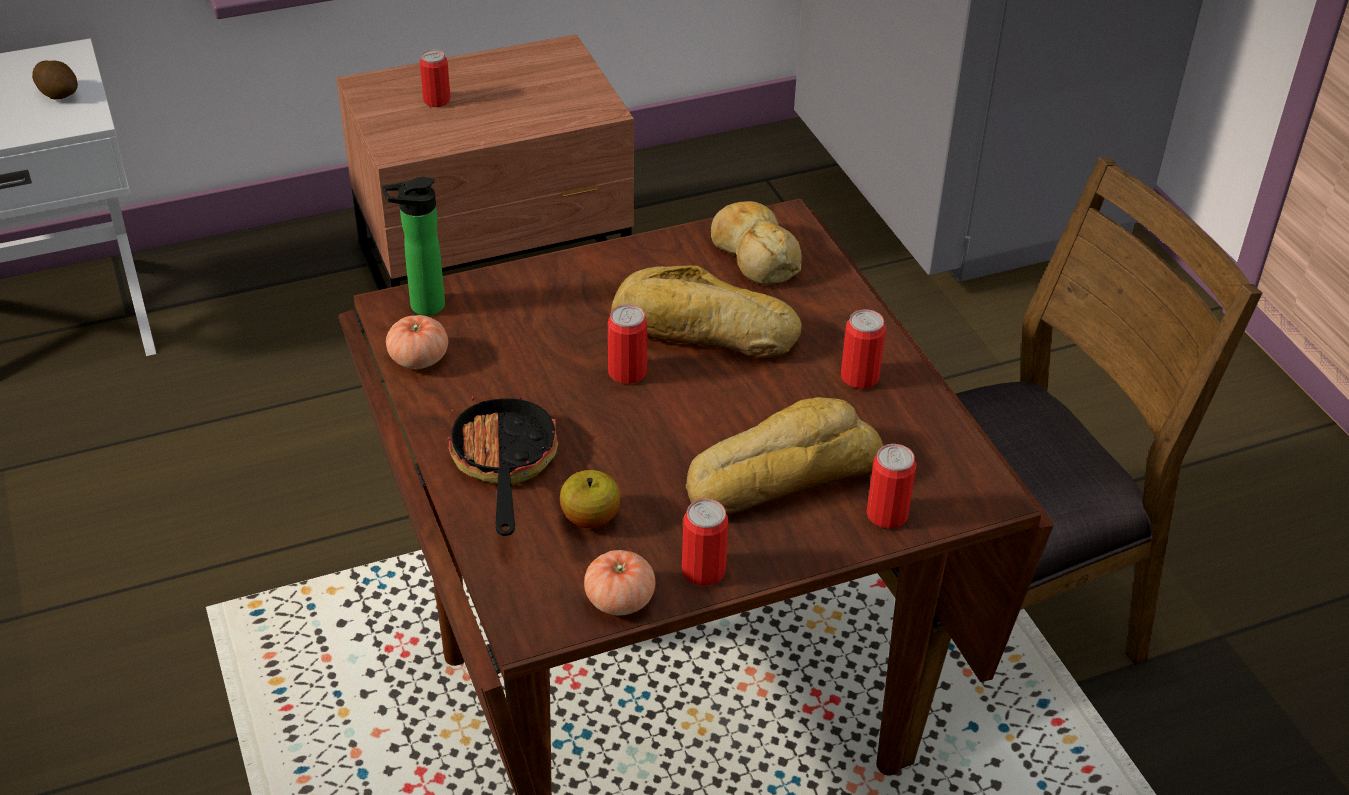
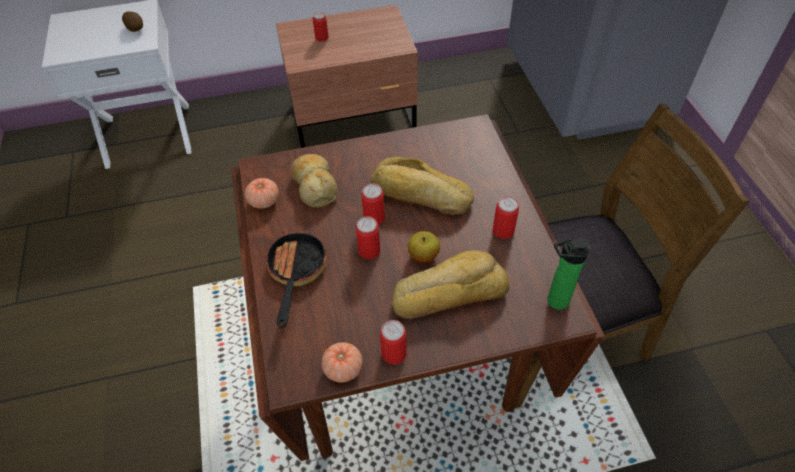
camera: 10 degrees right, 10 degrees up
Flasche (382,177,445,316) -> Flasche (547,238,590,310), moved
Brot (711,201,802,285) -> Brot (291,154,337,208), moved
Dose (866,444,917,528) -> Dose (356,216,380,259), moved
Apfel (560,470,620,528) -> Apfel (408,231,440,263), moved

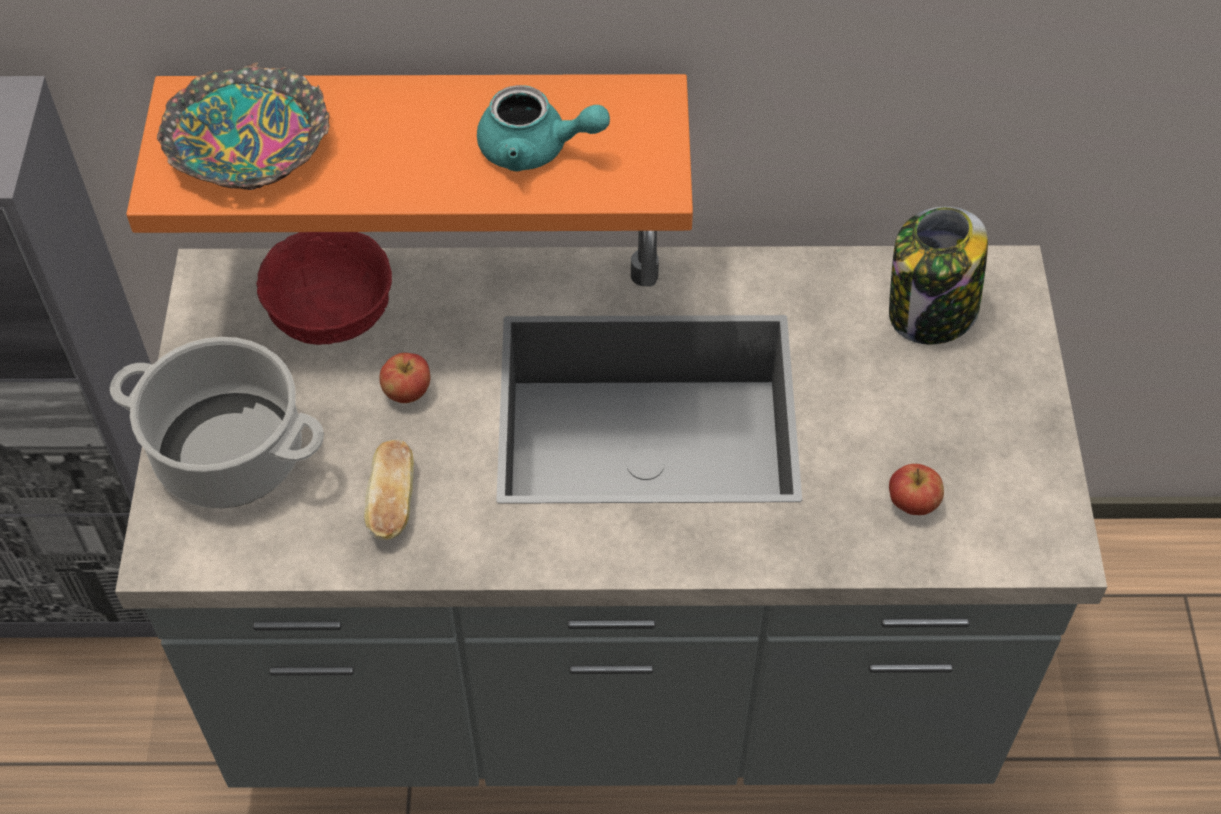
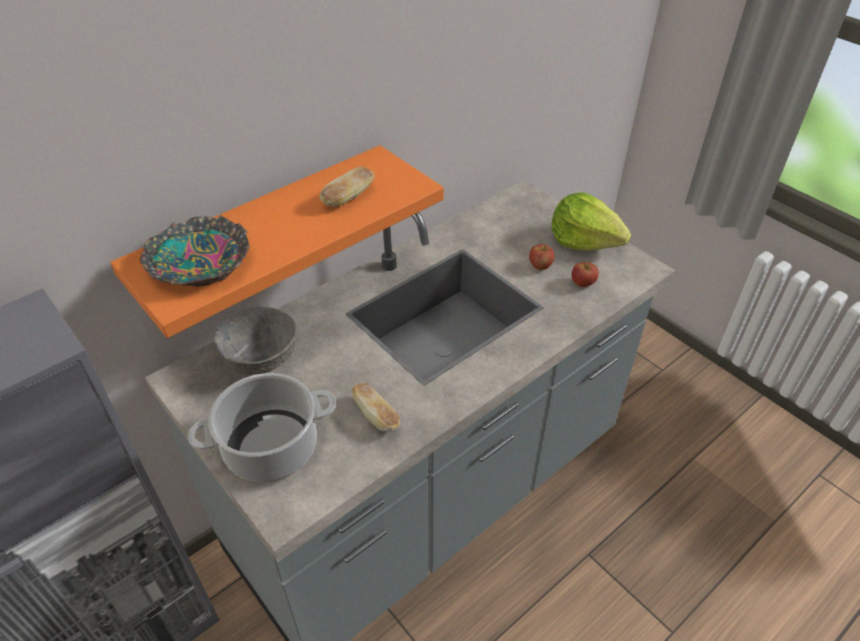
camera: 40 degrees left, 10 degrees down
Teekanne/türkis (477,85,610,171) -> Brot (319,166,374,207)
Vorratsglas (889,206,988,345) -> none
Schüssel/rot (256,232,392,345) -> Schüssel/grau (214,306,297,375)
Apfel (380,353,431,403) -> Apfel (529,244,555,270), moved
none -> Salatkopf (552,192,631,251)

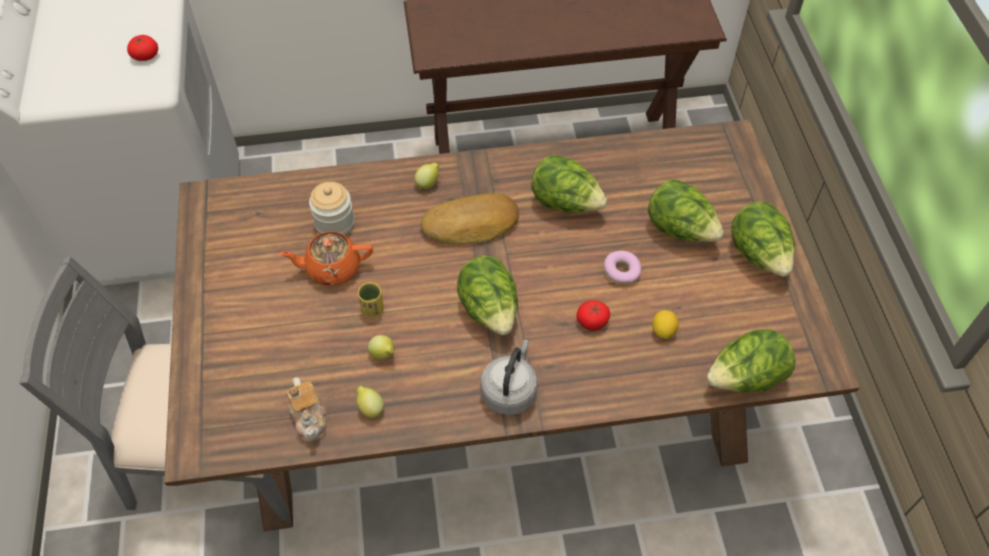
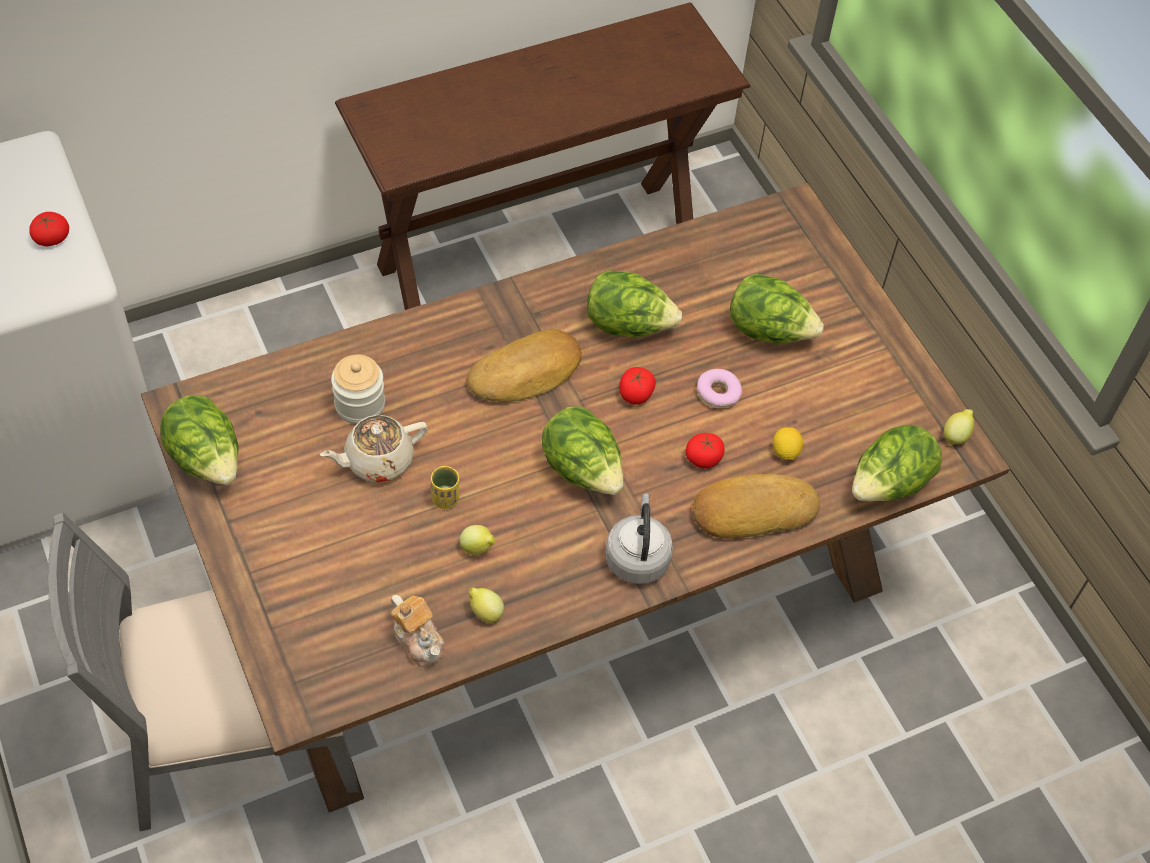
camera: 20 degrees left, 0 degrees up
Zitrone (414,163,439,189) -> Zitrone (943,409,974,446), moved
Salatkopf (732,201,795,277) -> Salatkopf (160,395,239,485), moved
Teekanne/orange (280,231,373,285) -> Teekanne/beige (320,415,428,482)
none -> Tomate (619,367,656,405)
none -> Brot (693,474,820,539)

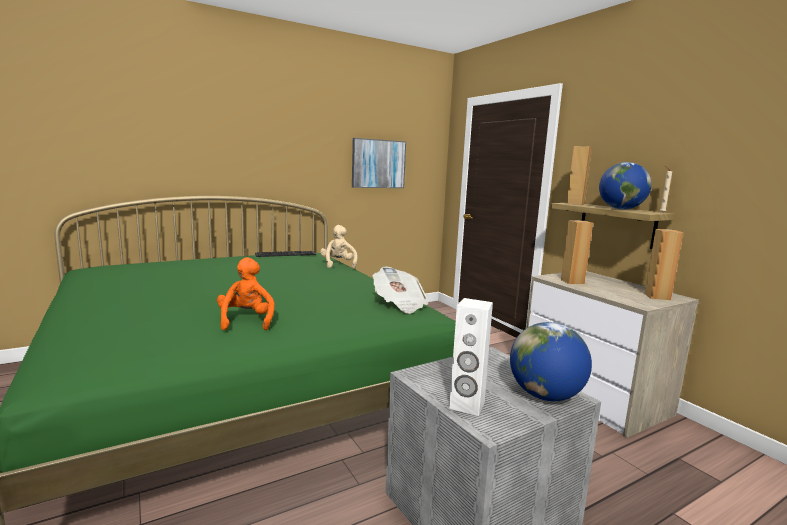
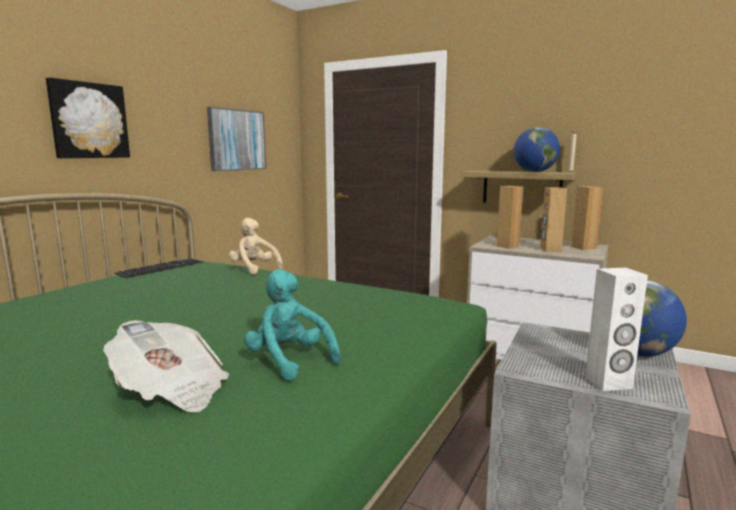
camera: 30 degrees left, 0 degrees up
Lautsprecher/braun (567,146,592,205) -> Lautsprecher/braun (540,187,567,252), moved
Plüschtier/orange (217,257,274,330) -> Plüschtier/türkis (244,269,341,381)
Zeitung (372,267,428,314) -> Zeitung (103,320,229,413), moved
none -> Bild (46,78,130,158)

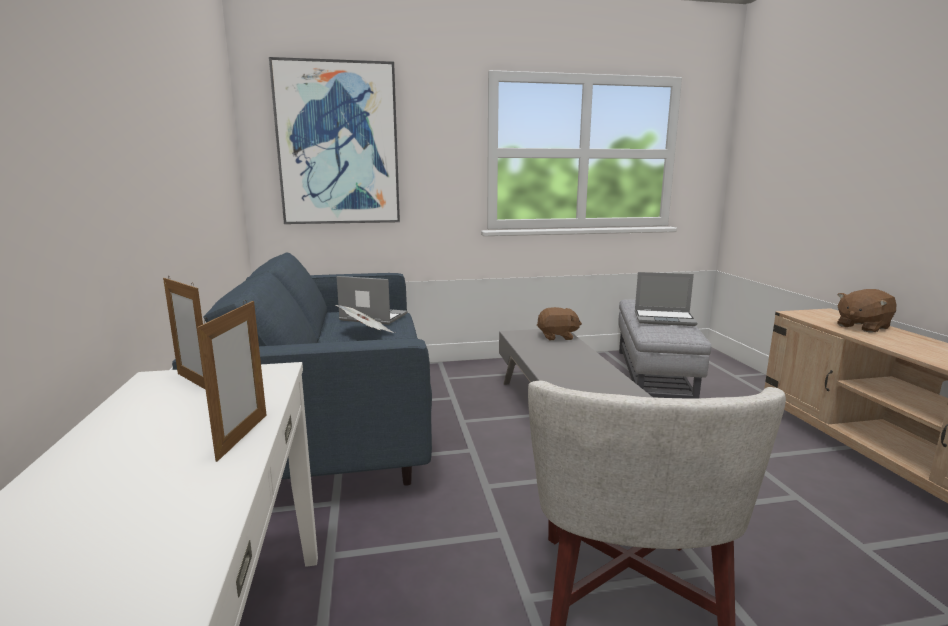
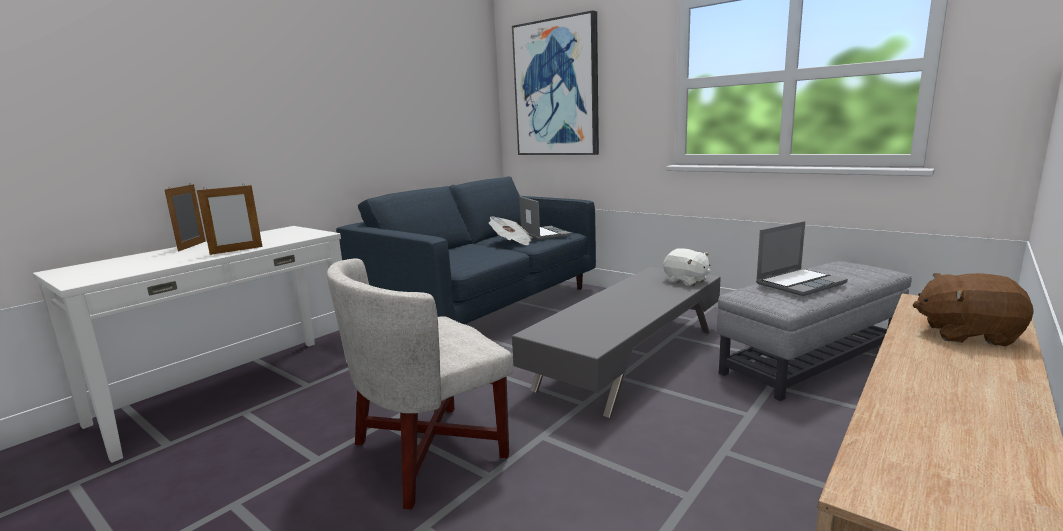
camera: 50 degrees right, 0 degrees up
Laptop (635,272,697,326) -> Laptop (756,221,848,296), 90 degrees counterclockwise
Bilderrahmen (163,276,206,390) -> Bilderrahmen (165,184,206,252), moved
Plüschtier/braun (537,307,582,340) -> Plüschtier/weiß (663,249,711,286)

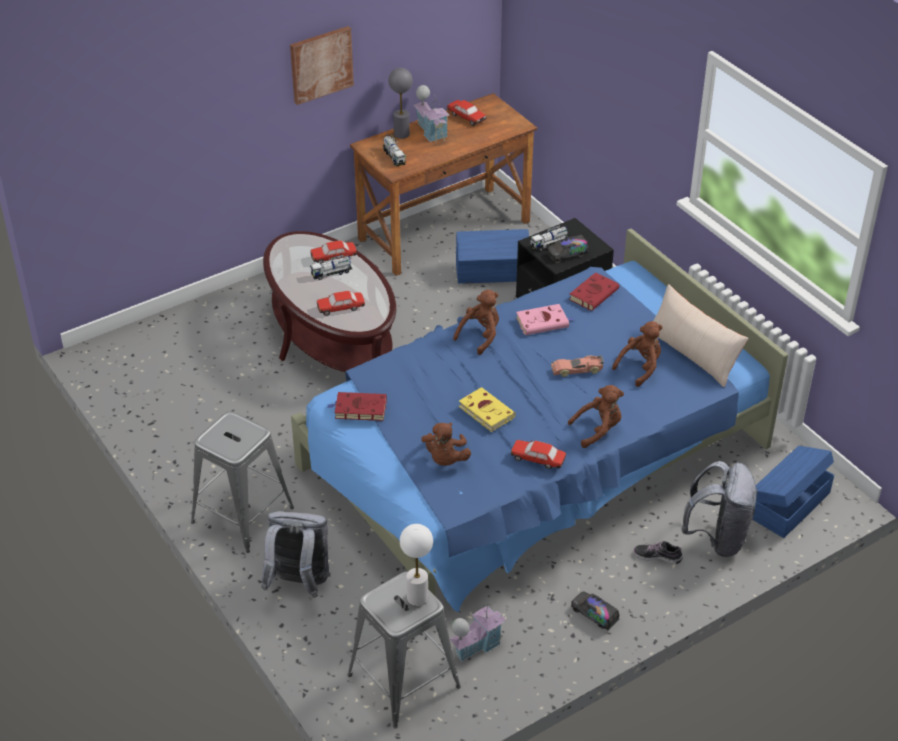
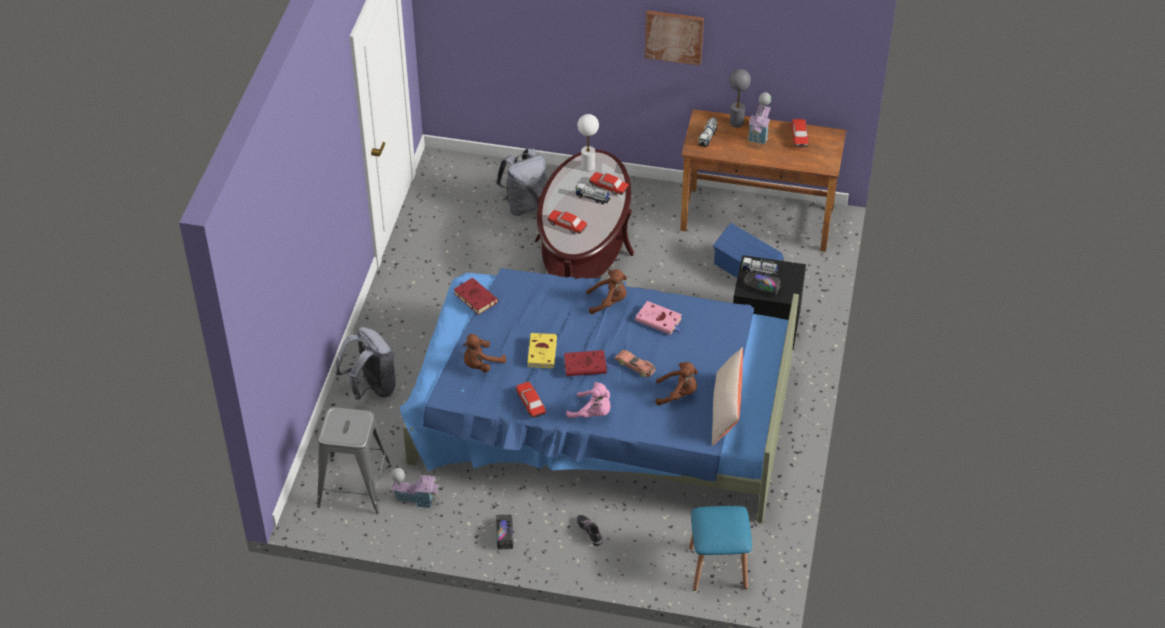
camera: 45 degrees right, 5 degrees up
Buch/rot (569,272,619,311) -> Buch/rot (564,350,614,376), moved
Plüschtier/braun (568,385,624,448) -> Plüschtier/rosa (566,382,610,418)
Hocker/grau (191,411,294,553) -> none
Aufbewahrungsbox/blau (753,446,834,538) -> Hocker/blau (689,506,752,591)
Rucksack/grau (681,461,758,557) -> Rucksack/grau (496,149,547,216), moved
Tischlampe/weiß (400,524,433,606) -> Tischlampe/weiß (578,114,599,171), moved

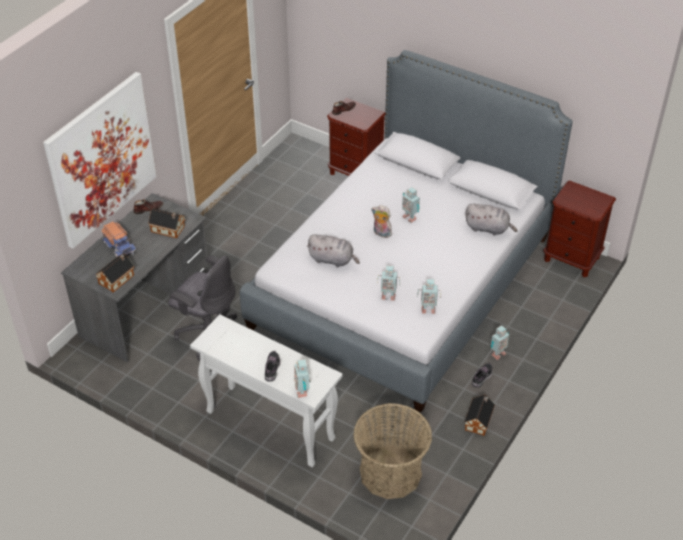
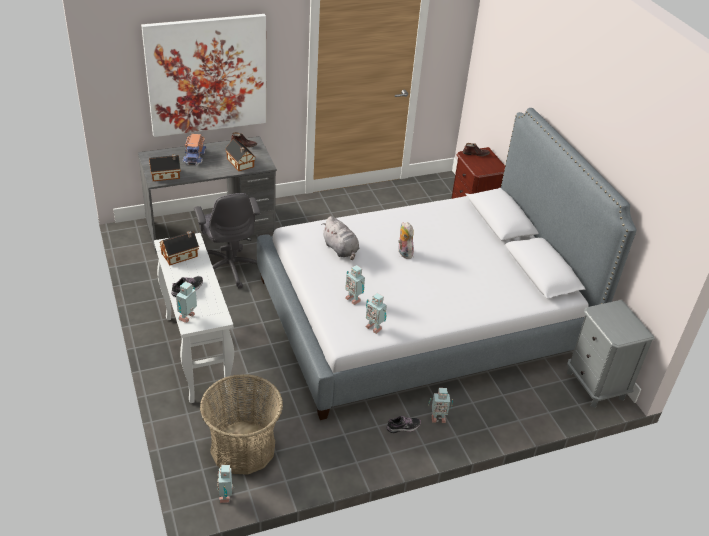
camera: 35 degrees right, 5 degrees down
Nachttisch/braun (543,180,616,277) -> Nachttisch/grau (567,300,655,408)
Spielzeugroboter (402,187,420,223) -> Spielzeugroboter (217,465,235,503), moved
Plüschtier/grau (465,204,517,236) -> none
Spielzeughaus (465,395,495,436) -> Spielzeughaus (159,231,199,266), moved

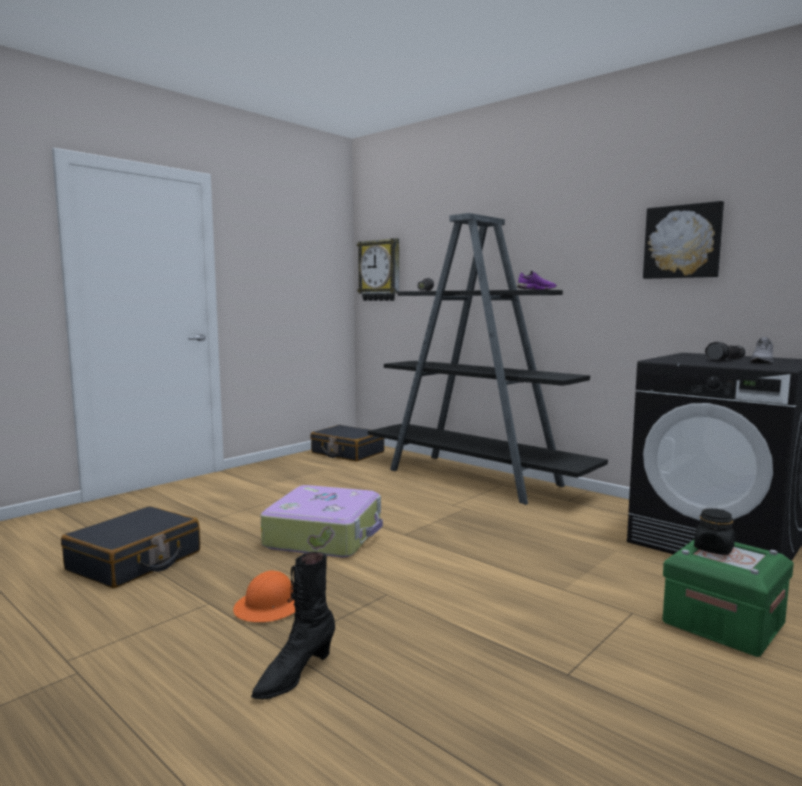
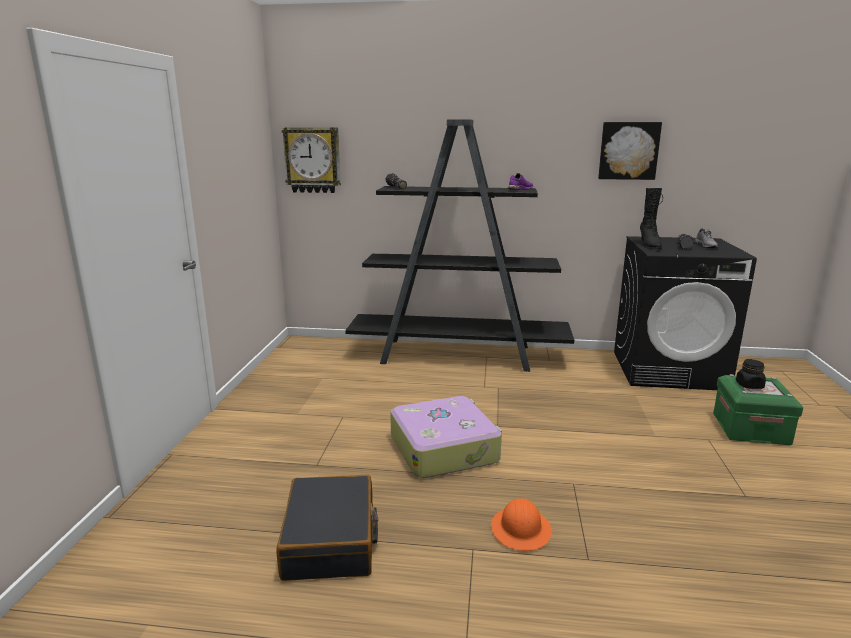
camera: 35 degrees left, 10 degrees up
Koffer/schwarz (310,425,384,462) -> none
Stiefel/schwarz (251,552,335,699) -> Stiefel/schwarz (640,188,663,249), moved

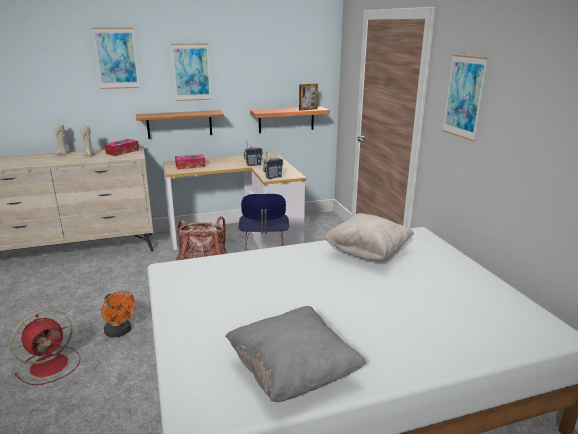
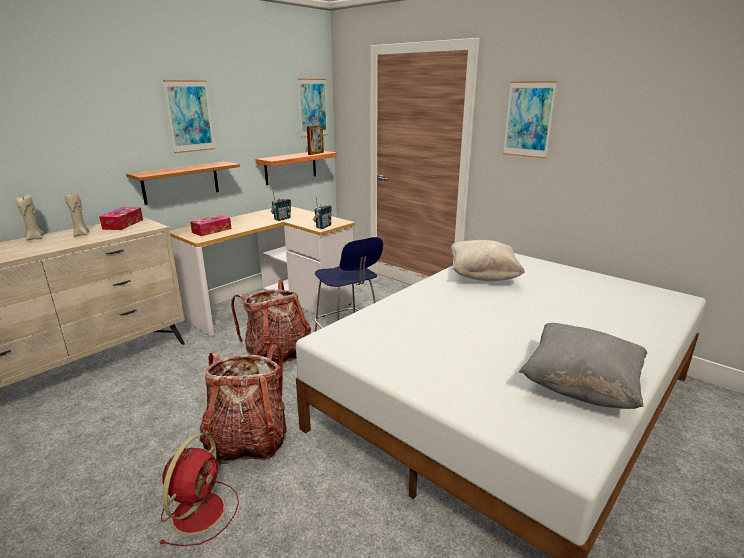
camera: 30 degrees left, 0 degrees up
Bild (92,28,140,89) -> Bild (298,79,328,138), moved
Ventilator/orange (101,291,136,338) -> Rucksack (200,344,287,464)

